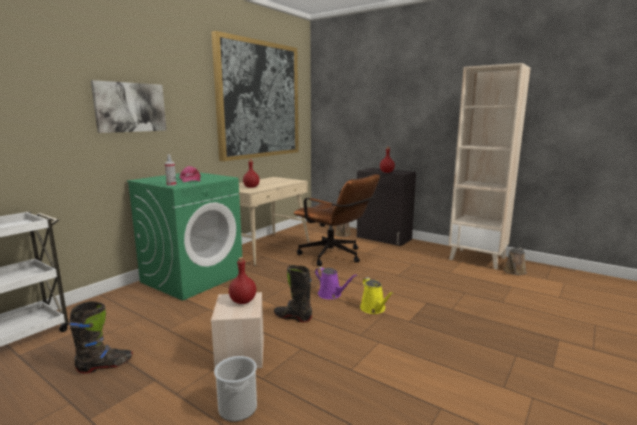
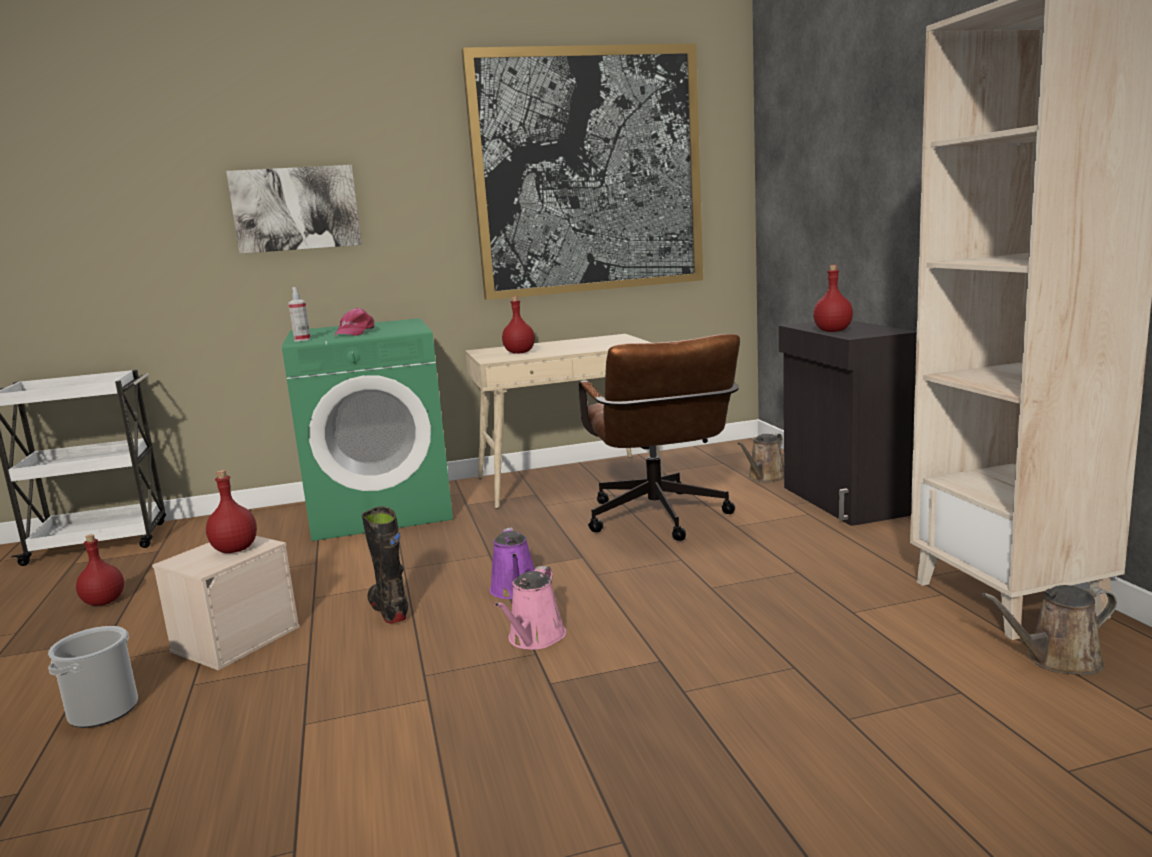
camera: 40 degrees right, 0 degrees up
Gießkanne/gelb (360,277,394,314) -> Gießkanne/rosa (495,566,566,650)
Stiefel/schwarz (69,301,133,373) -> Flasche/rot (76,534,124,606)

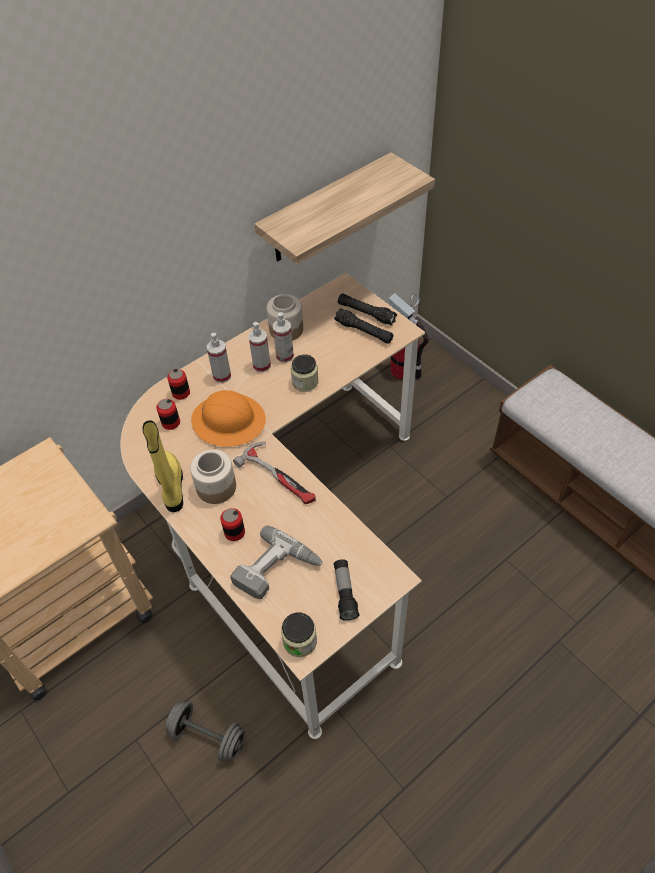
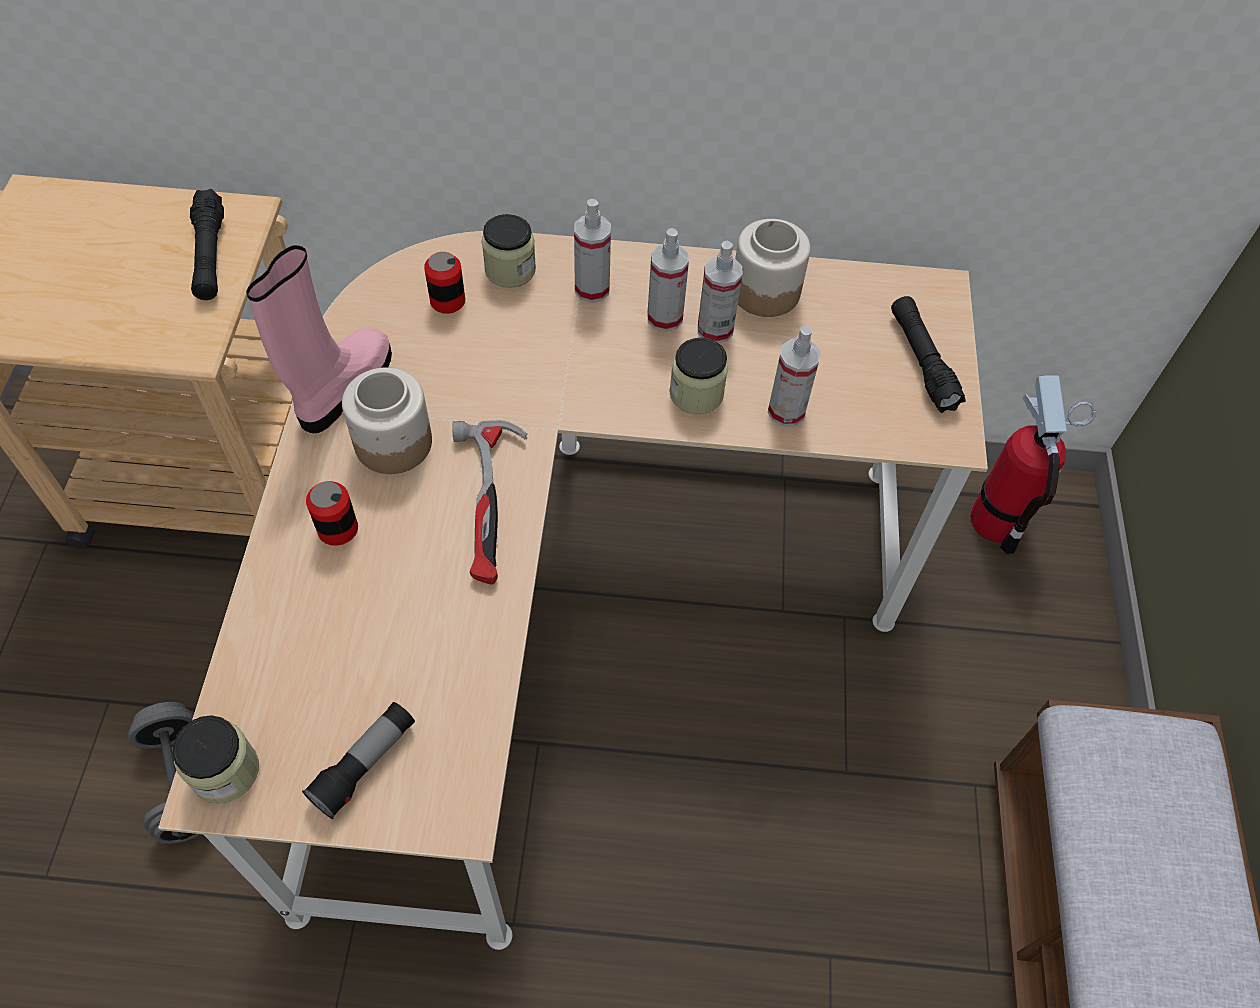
camera: 40 degrees right, 5 degrees up
Wandregal (254,152,435,265) -> none
Taschenlampe/schwarz (334,308,393,344) -> Taschenlampe/schwarz (190,189,224,300), moved
Dose (167,369,190,400) -> Vorratsglas (482,214,536,288)
Schutzhelm/orange (191,390,266,447) -> none
Stiefel/gelb (142,420,183,512) -> Stiefel/rosa (246,245,392,433)
Bohrmaschine (230,525,323,599) -> none
none -> Sprühflasche (768,326,821,427)

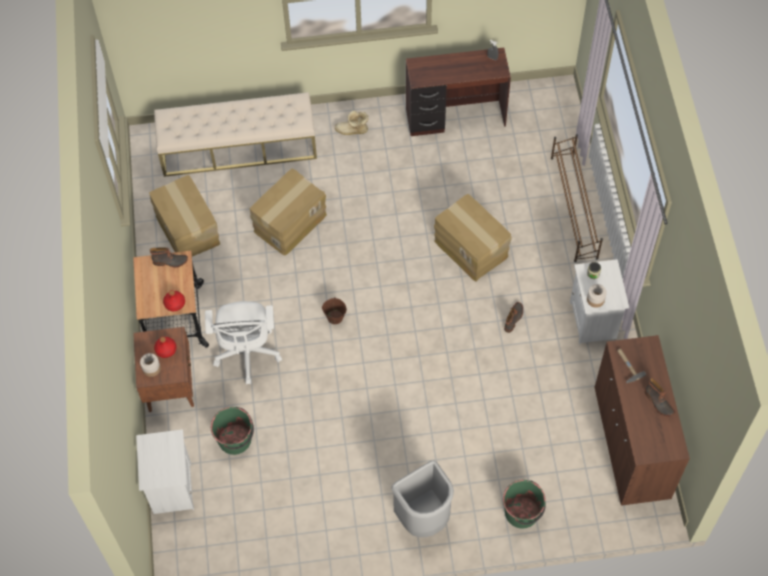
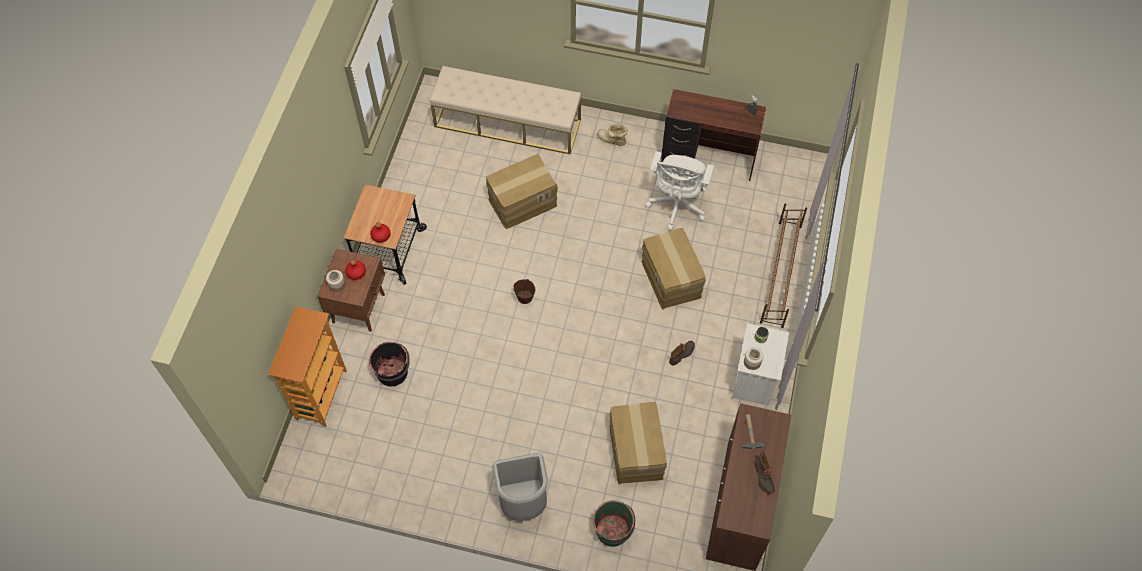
camera: 20 degrees right, 0 degrees up
Karton (149,175,220,256) -> Karton (610,402,667,485), moved
Stiefel (150,247,188,267) -> none
Bürostuhl/weiß (205,301,282,384) -> Bürostuhl/weiß (645,151,714,231), moved
Eimer/grün (211,407,254,455) -> Eimer/schwarz (369,342,410,386)
Nachttisch/weiß (136,429,194,514) -> Bücherregal (268,306,347,427)

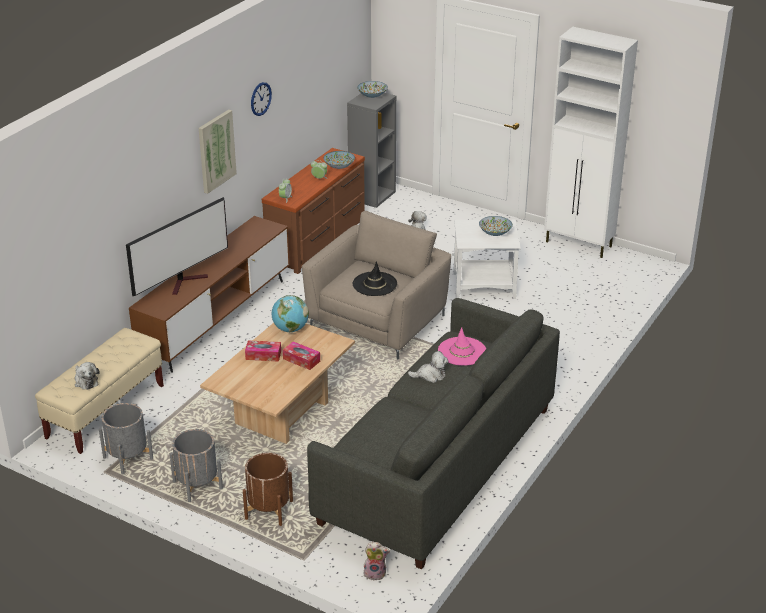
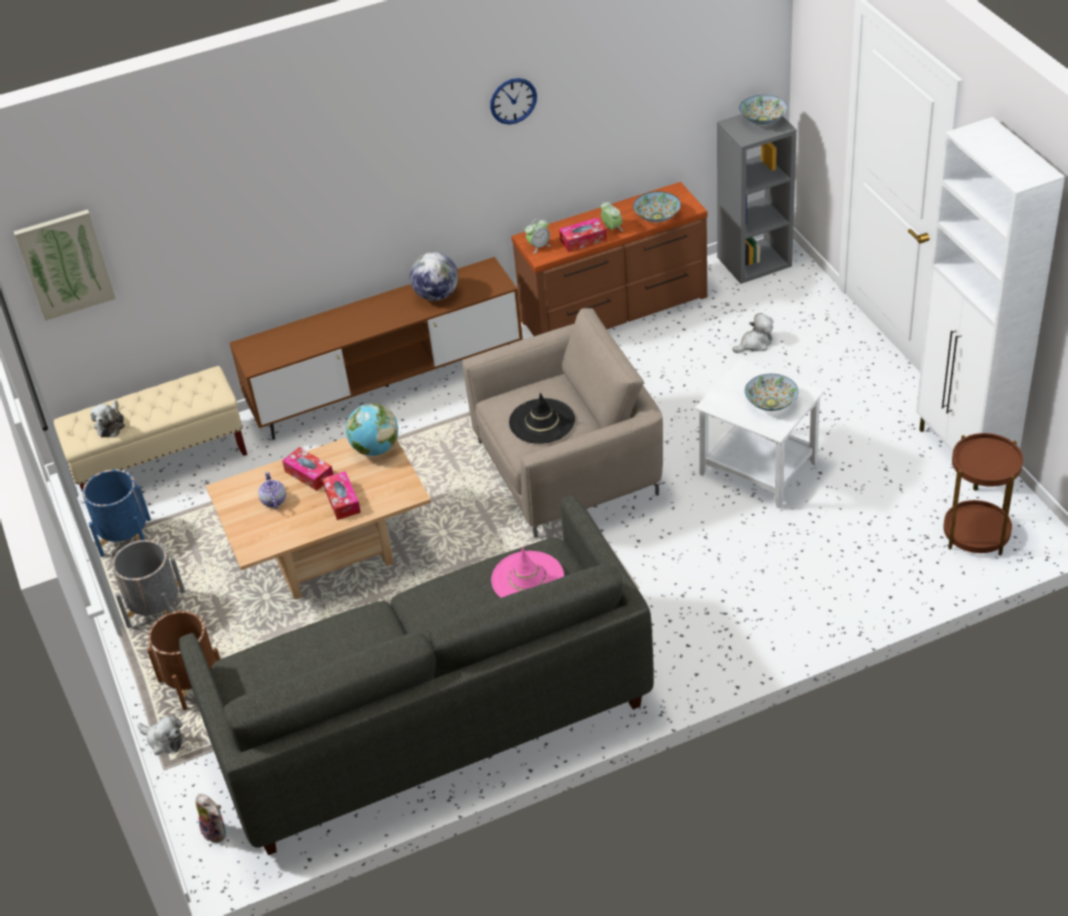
camera: 40 degrees right, 10 degrees up
Bild (199,110,237,194) -> Bild (14,209,116,321), moved
Fernseher (126,197,228,296) -> none
Plüschtier (408,351,448,383) -> Plüschtier (137,715,186,755), moved
Pflanzkübel/grau (99,403,153,475) -> Pflanzkübel/blau (82,469,151,557)
none -> Taschentuchbox (559,218,607,252)
none -> Globus (409,252,458,301)
none -> Beistelltisch/braun (943,433,1023,555)
none -> Teekanne (258,472,286,510)

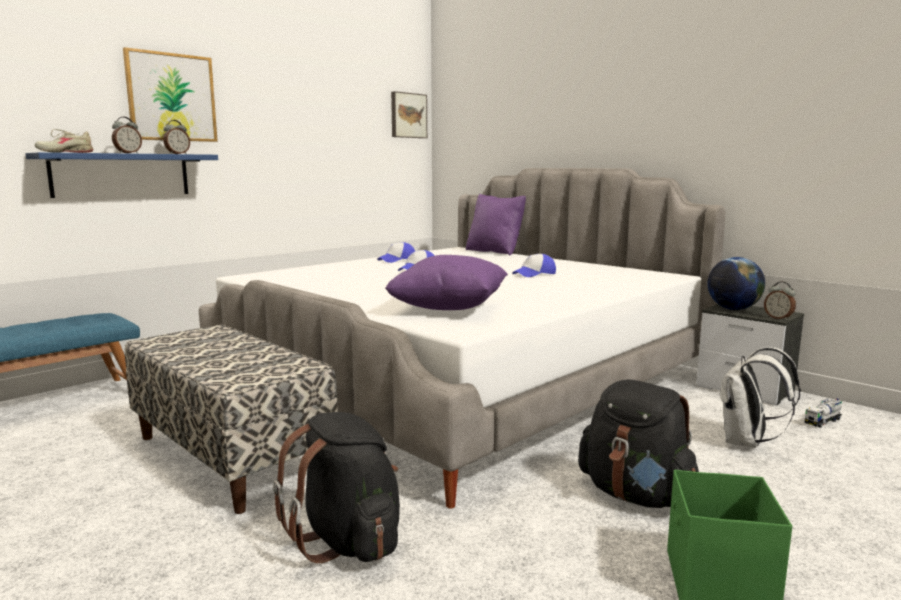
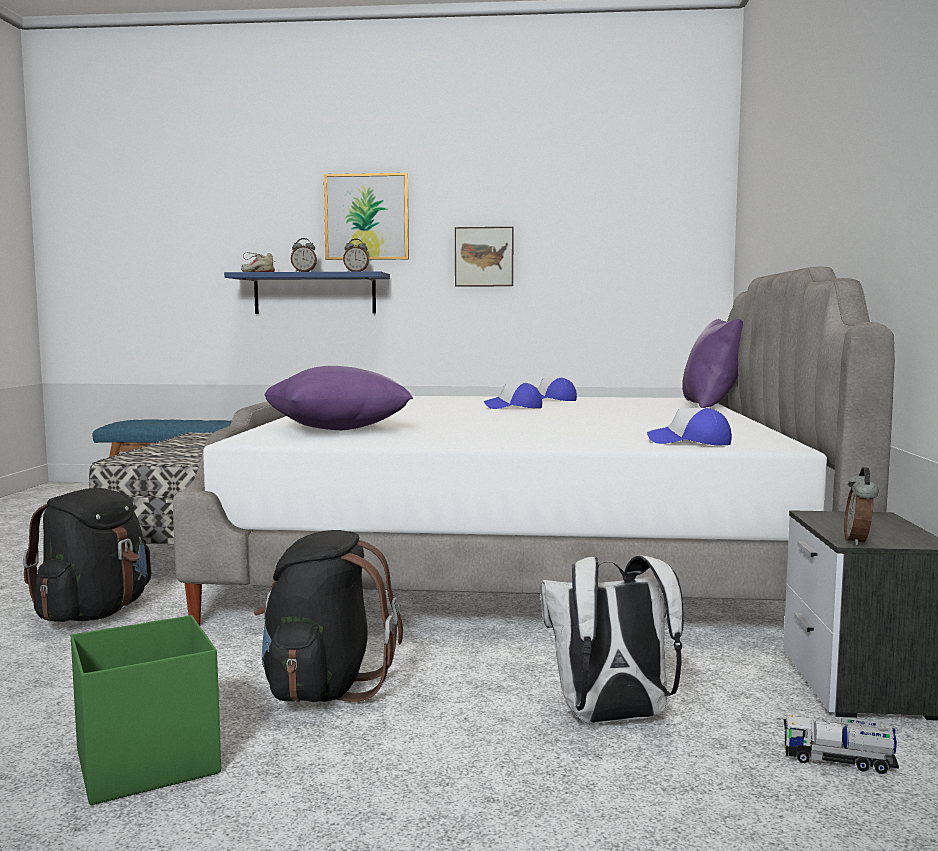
camera: 50 degrees right, 5 degrees down
Bild (391,91,427,138) -> Bild (455,227,514,287), moved
Kappe (512,254,556,277) -> Kappe (647,408,732,445), moved
Globus (707,257,765,310) -> none

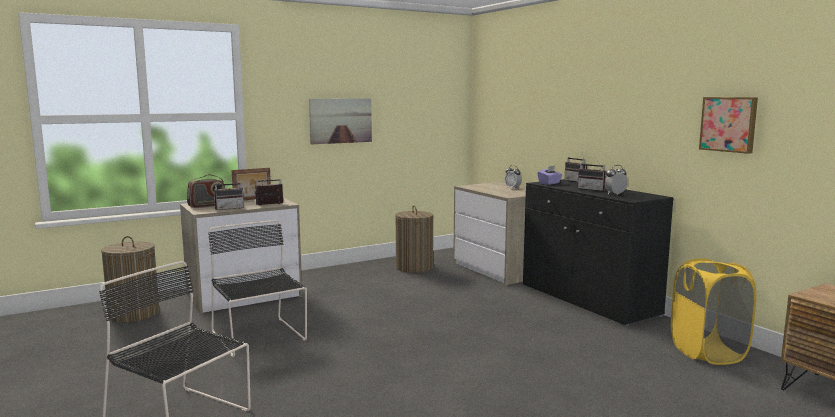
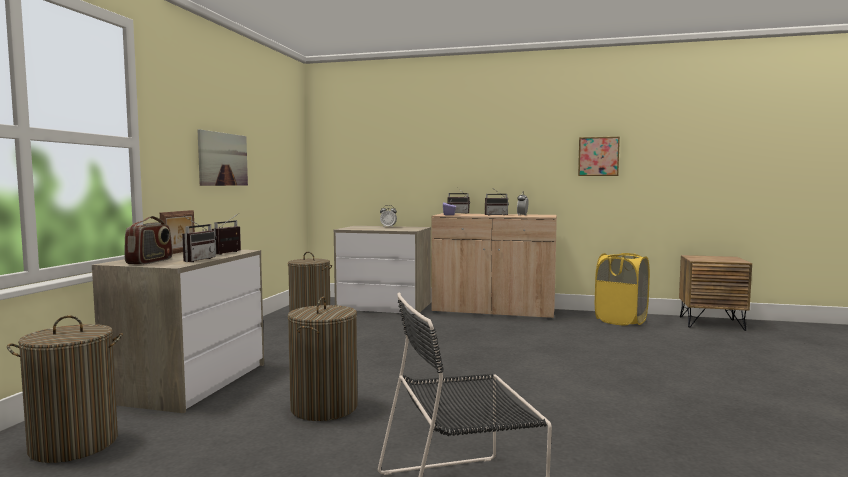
camera: 45 degrees left, 5 degrees down
Schrank/schwarz (523,179,674,327) -> Schrank/beige (431,213,557,320)
Stuhl/schwarz (208,220,307,357) -> Wäschekorb (288,297,358,421)

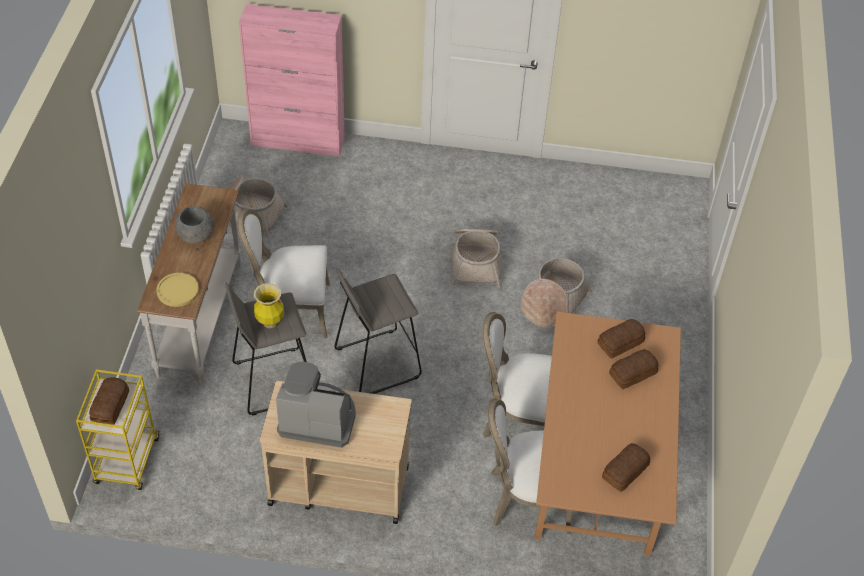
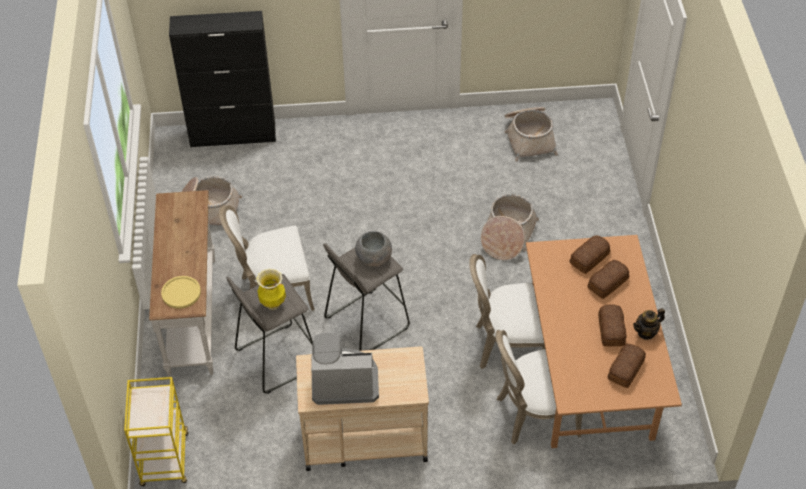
camera: 10 degrees left, 0 degrees up
Schrank/rosa (239,4,345,157) -> Schrank/schwarz (169,11,276,147)
Schüssel/grau (175,206,214,244) -> Schüssel/grau (355,231,392,267), moved
Korb (451,229,502,288) -> Korb (505,107,558,161), moved
Brot (89,377,129,425) -> Brot (598,304,626,346), moved
none -> Teekanne (633,308,665,340)

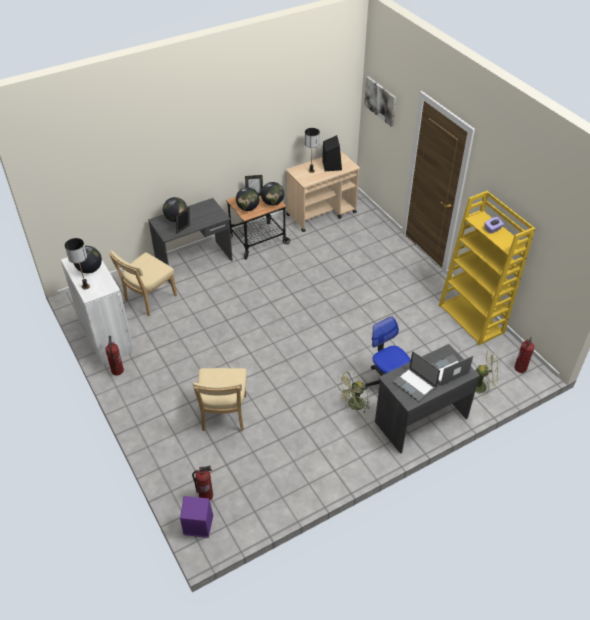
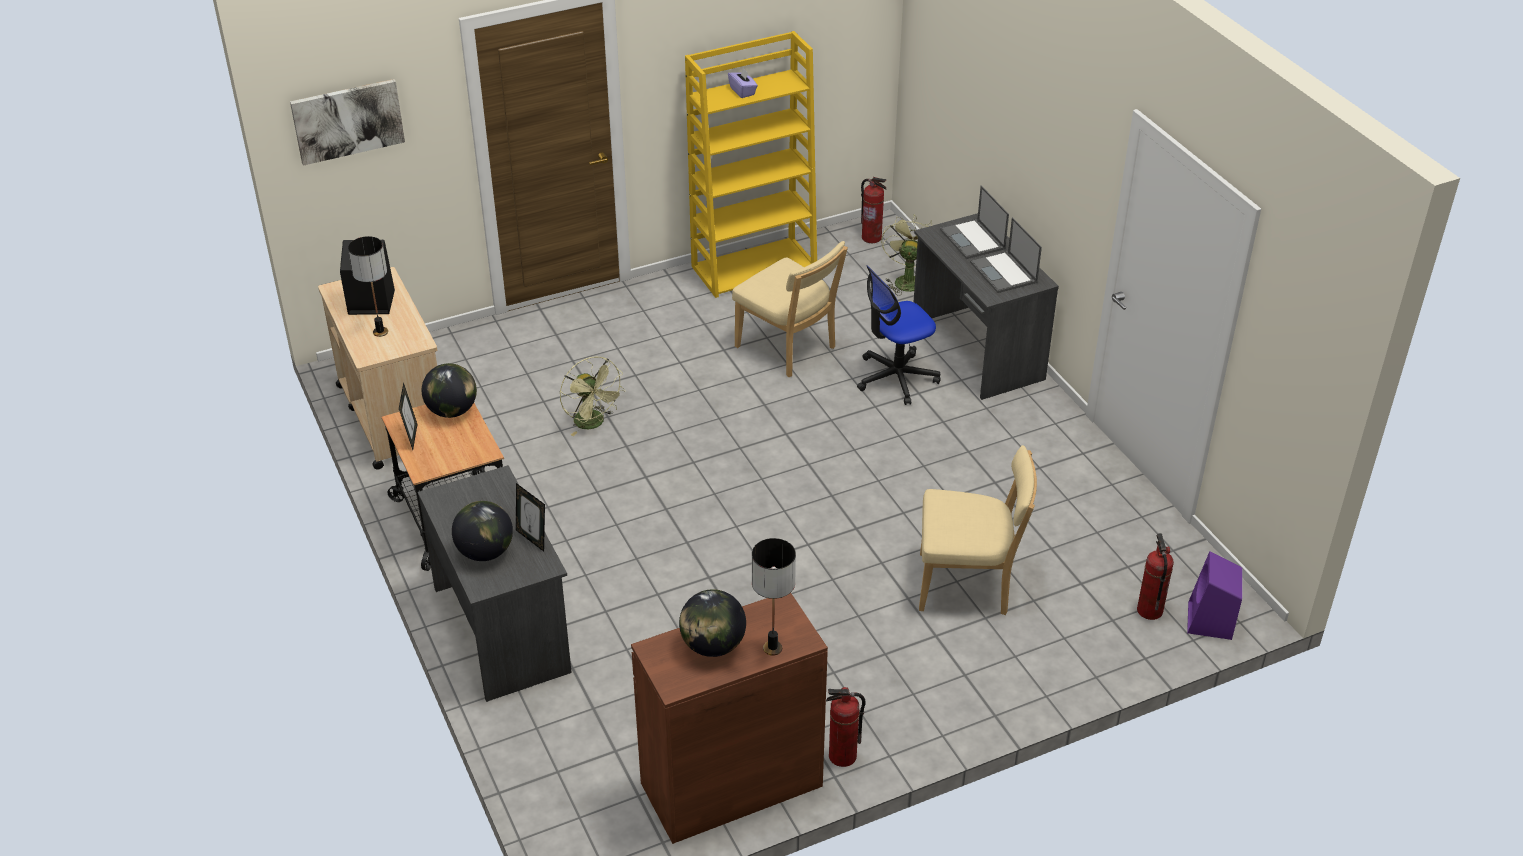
camera: 85 degrees left, 5 degrees down
Globus (236,187,259,211) -> none
Stuhl/beige (109,251,177,316) -> Stuhl/beige (732,241,848,377), moved
Schrank/weiß (61,257,134,365) -> Schrank/braun (631,593,828,844)
Laptop (392,351,440,402) -> Laptop (970,217,1042,293), 105 degrees clockwise
Ventilator/grün (336,371,370,413) -> Ventilator/grün (560,356,625,436), moved

